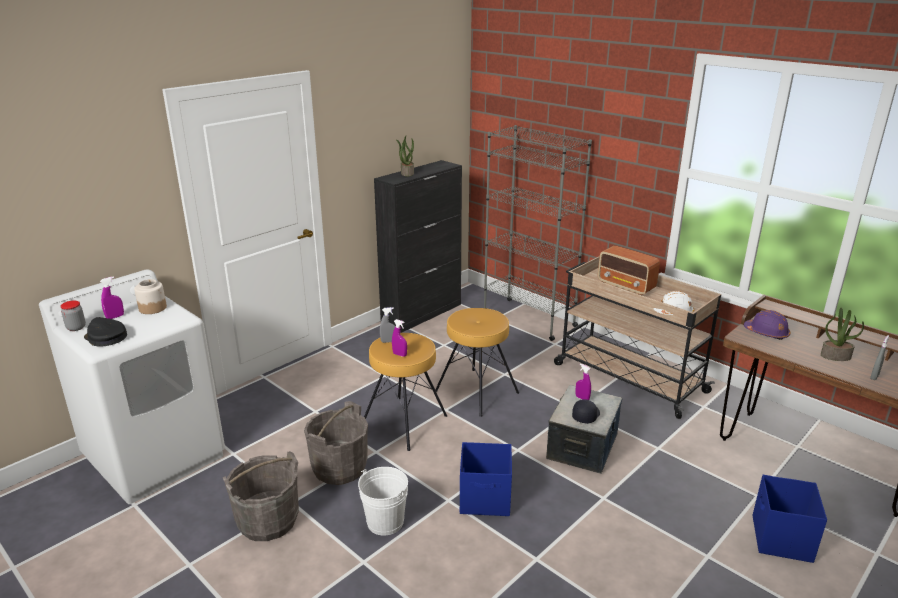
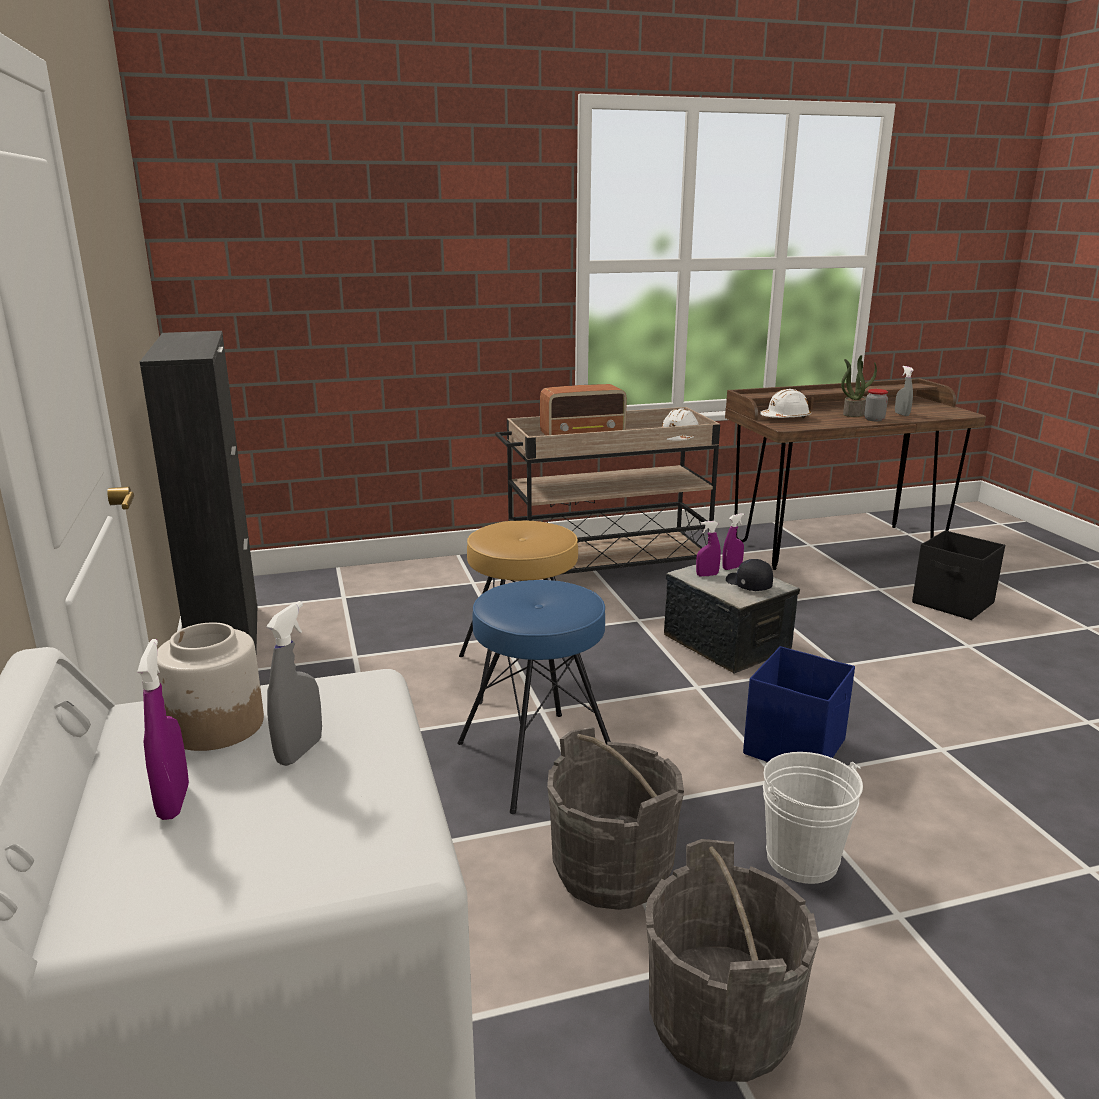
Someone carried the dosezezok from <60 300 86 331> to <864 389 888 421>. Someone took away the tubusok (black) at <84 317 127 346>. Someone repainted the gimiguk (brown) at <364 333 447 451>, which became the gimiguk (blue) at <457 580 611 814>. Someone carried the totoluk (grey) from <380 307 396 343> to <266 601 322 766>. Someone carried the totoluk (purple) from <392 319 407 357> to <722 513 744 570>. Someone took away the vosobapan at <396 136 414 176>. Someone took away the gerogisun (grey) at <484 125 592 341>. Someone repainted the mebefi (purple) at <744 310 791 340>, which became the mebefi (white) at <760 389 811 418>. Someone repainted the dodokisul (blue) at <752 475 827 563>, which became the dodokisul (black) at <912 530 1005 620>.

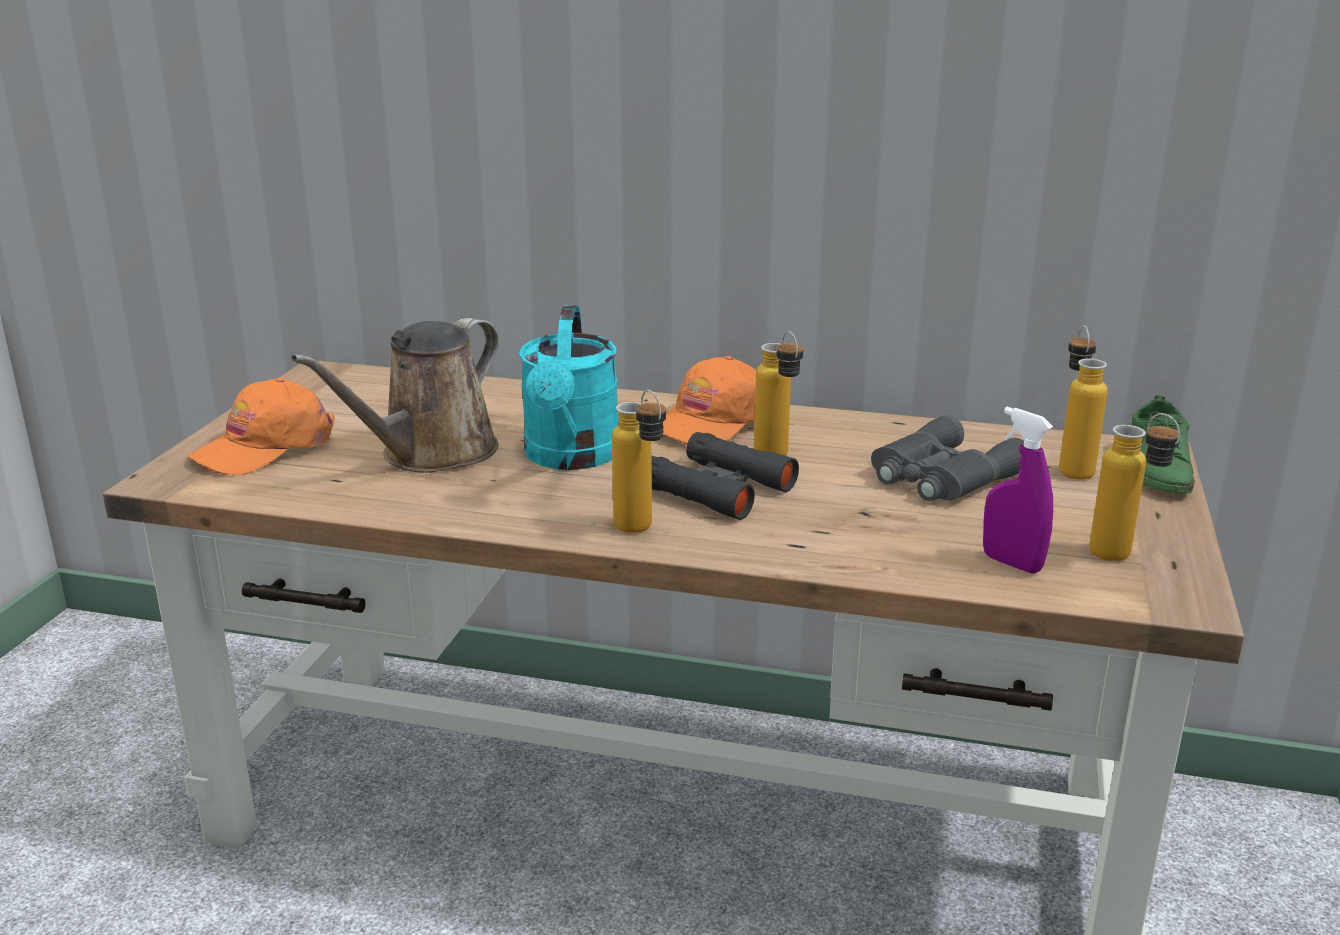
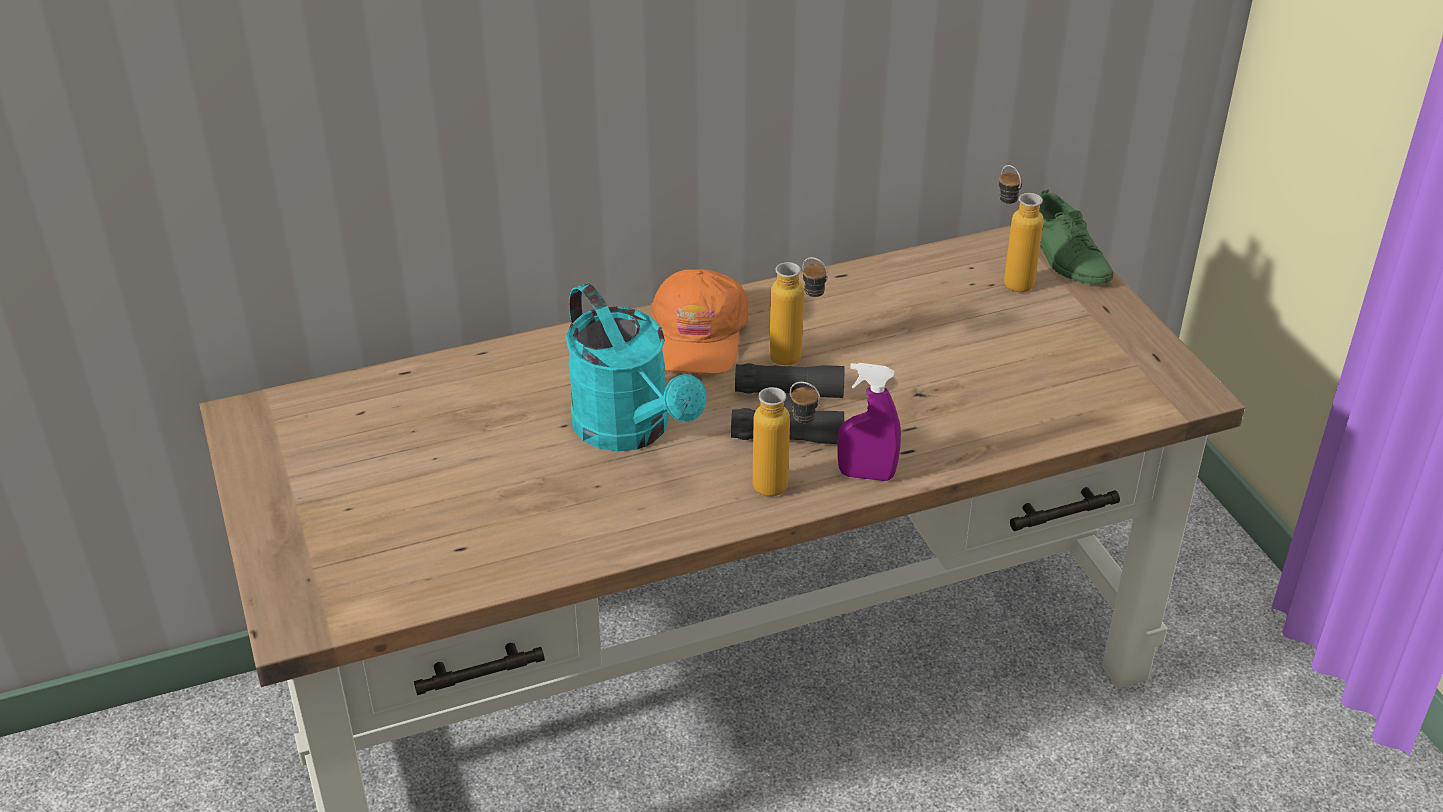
Someone took away the tubusok (orange) at <188 378 335 476>. Someone took away the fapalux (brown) at <291 318 499 473>. Someone took away the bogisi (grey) at <871 415 1024 501>. Someone carried the totoluk (purple) from <983 407 1053 574> to <837 363 901 481>. Someone took away the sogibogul at <1089 413 1180 561>.

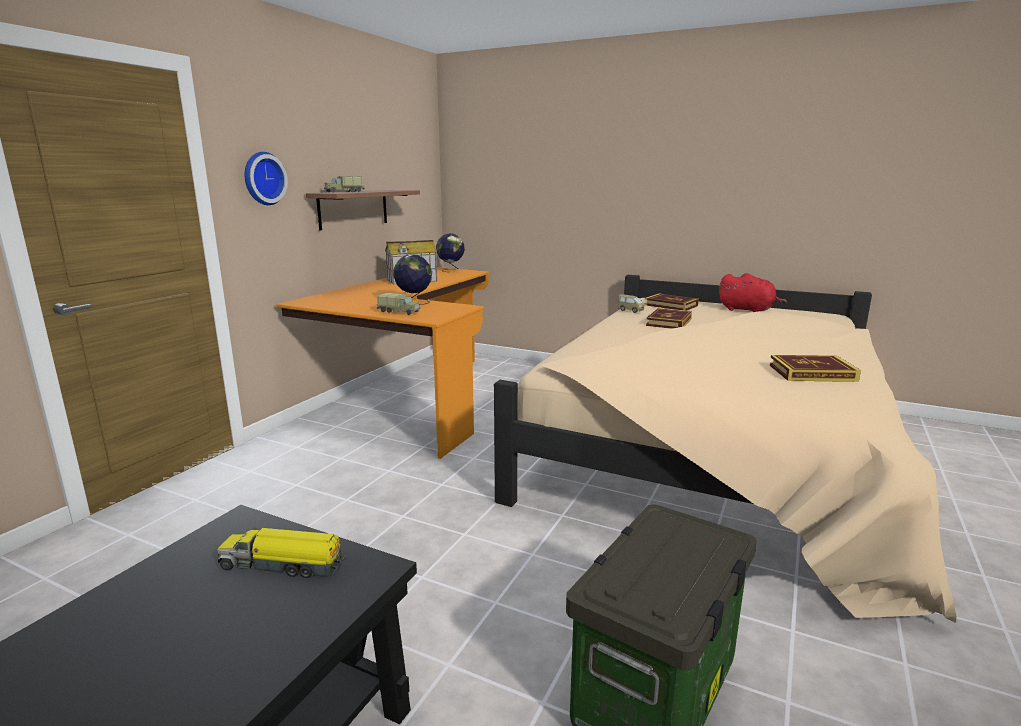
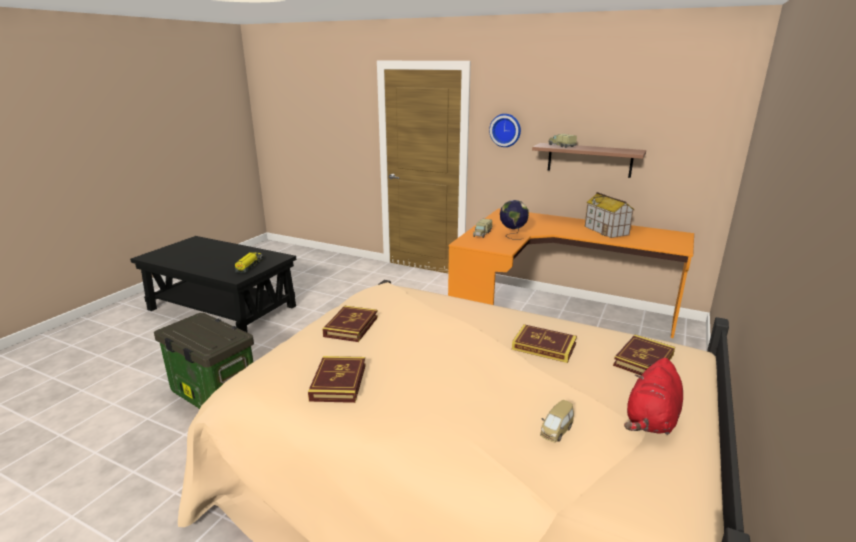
Someone took away the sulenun at <436 233 465 272>. Someone carried the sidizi from <618 294 644 313> to <540 400 574 443>. Someone put down the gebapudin at <322 306 378 342>.

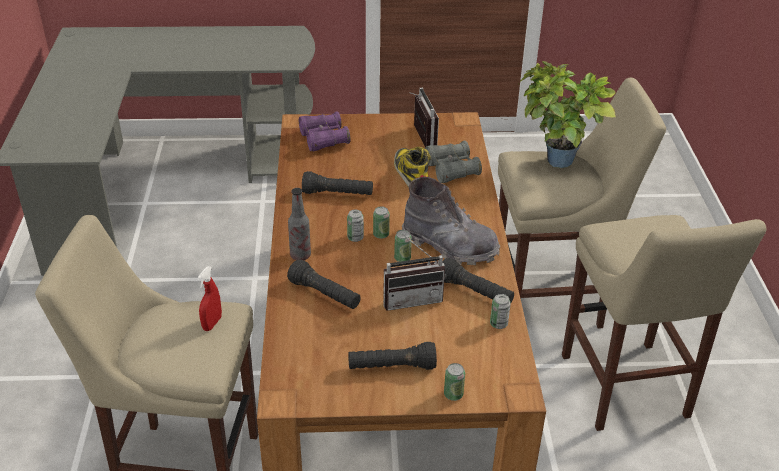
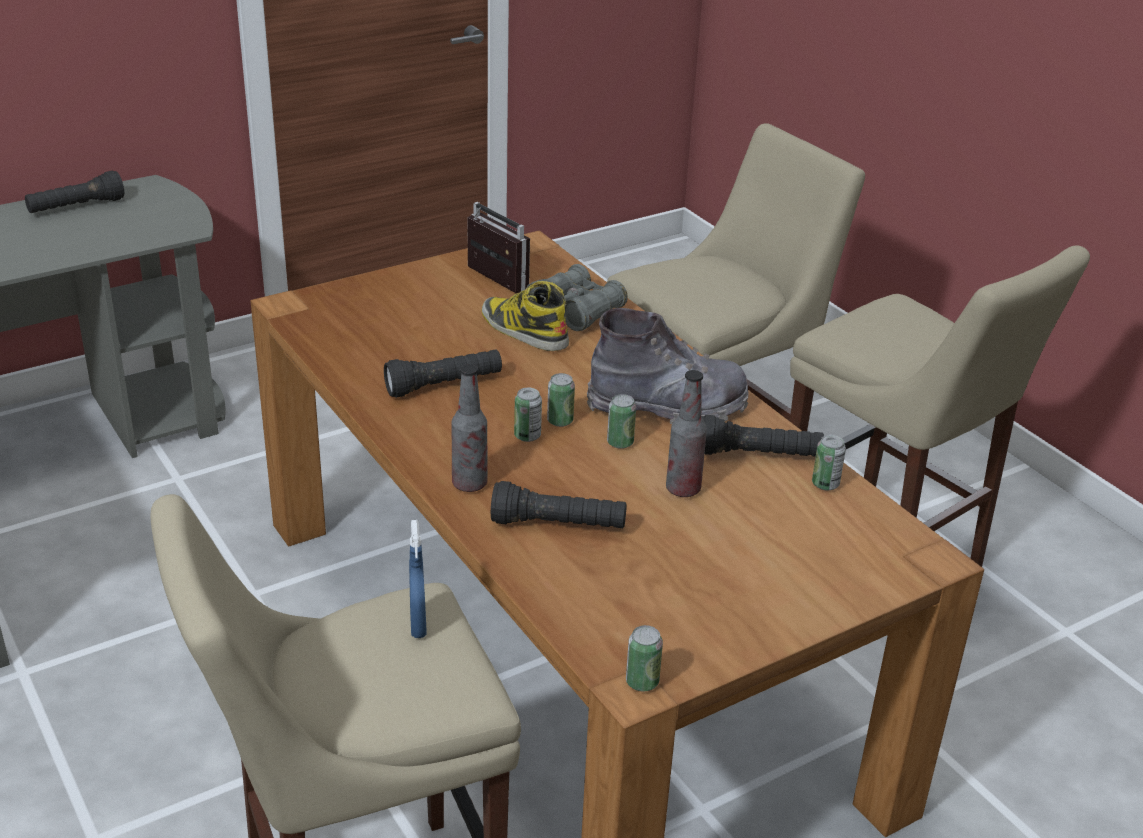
Someone repainted the totoluk (red) at <197 266 222 331>, which became the totoluk (blue) at <409 520 427 638>. Someone took away the bogisi (purple) at <299 111 351 152>. Someone carried the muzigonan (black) from <348 342 437 370> to <25 171 124 213>. Someone swapped the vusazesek at <383 235 446 311> for the sogibogul at <666 370 707 497>. Someone carried the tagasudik from <444 363 465 401> to <626 625 663 691>. Someone took away the vosobapan at <518 61 616 168>.

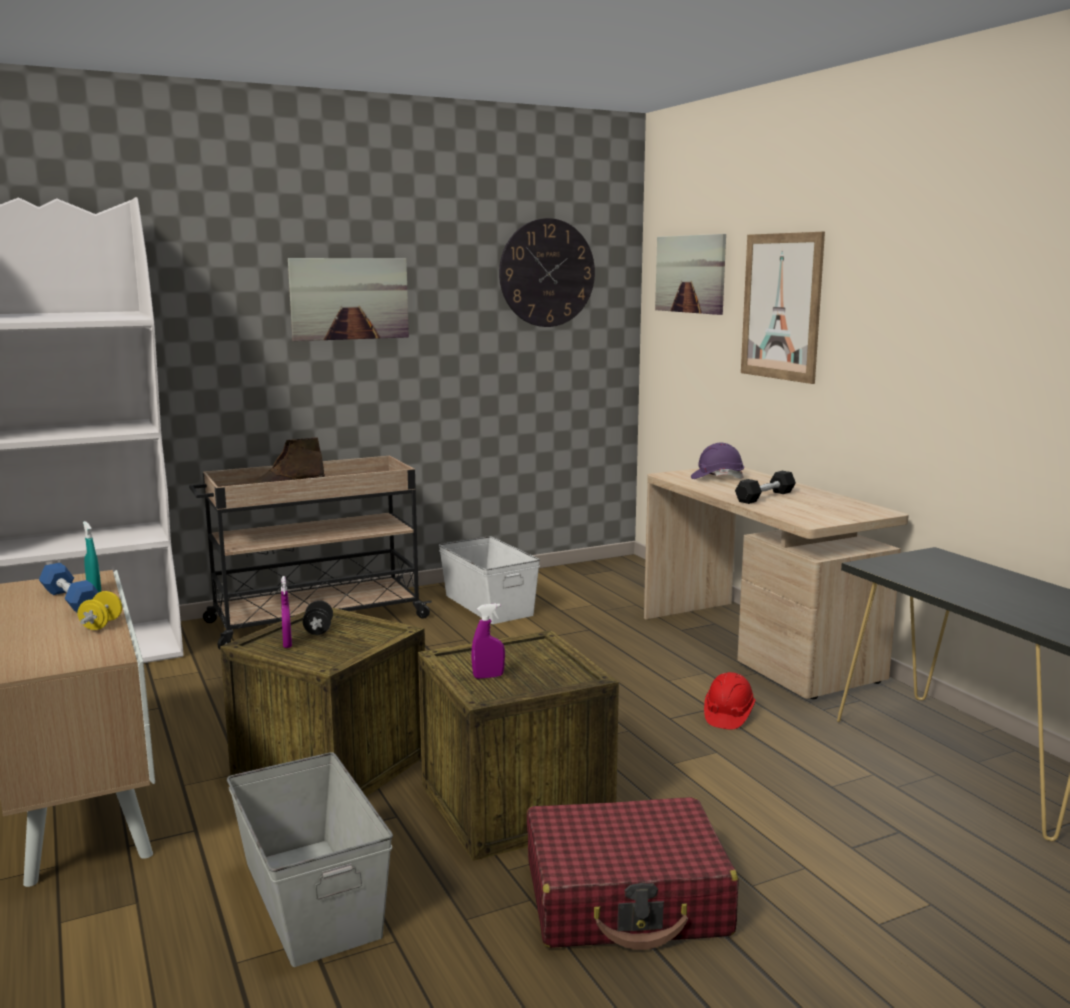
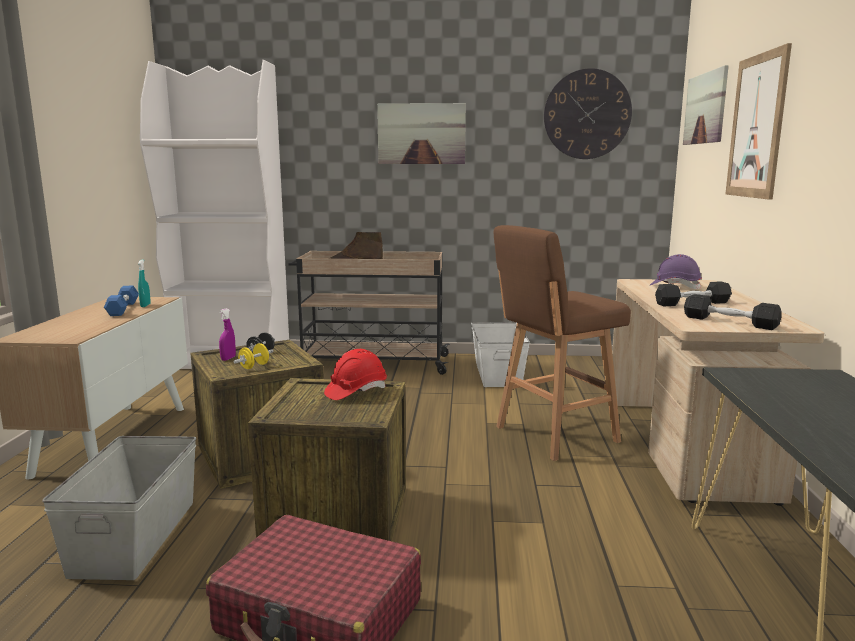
Someone carried the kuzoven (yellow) from <78 591 122 630> to <234 343 273 369>. Someone took away the totoluk (purple) at <471 603 505 679>. Someone carried the mebefi (red) from <704 672 756 730> to <324 349 387 400>. Someone put down the gimiguk (brown) at <494 225 631 461>. Someone put down the kuzoven (black) at <684 294 782 330>.

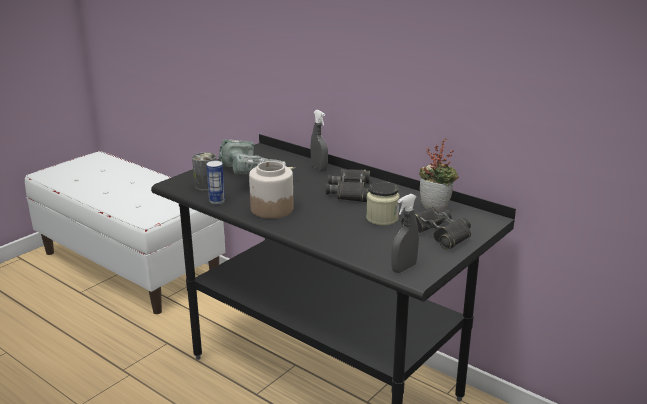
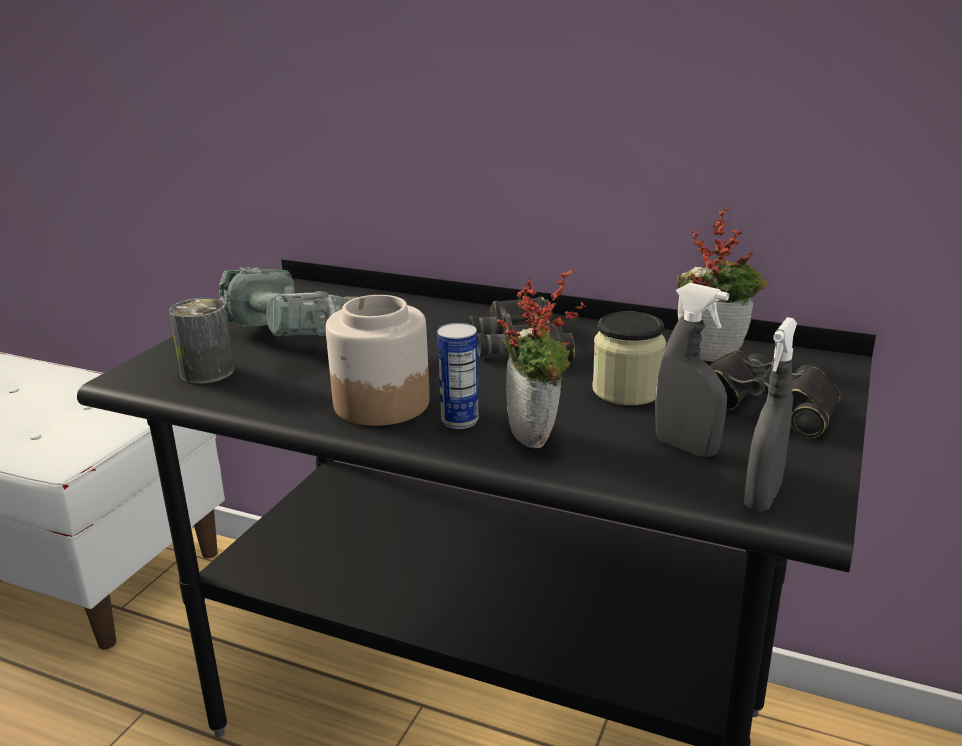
Someone carried the tagasudik from <206 161 225 204> to <437 323 479 429>. Someone carried the totoluk (grey) from <311 110 328 171> to <655 283 729 457>. Someone put down the vosobapan at <497 269 586 449>.

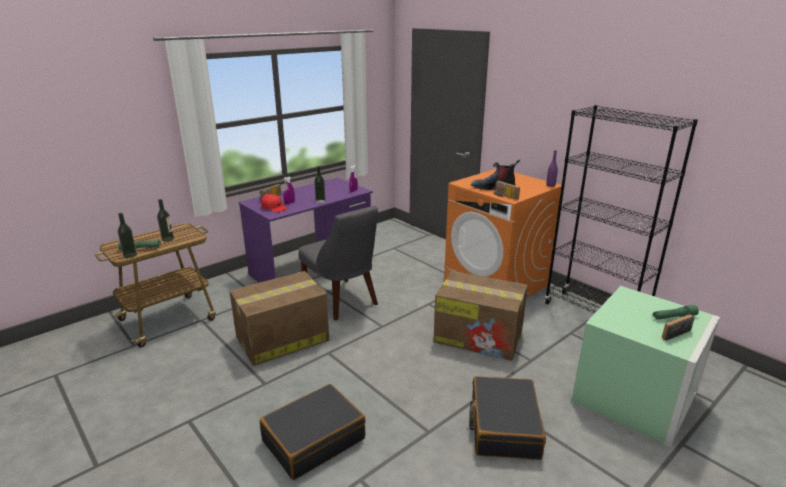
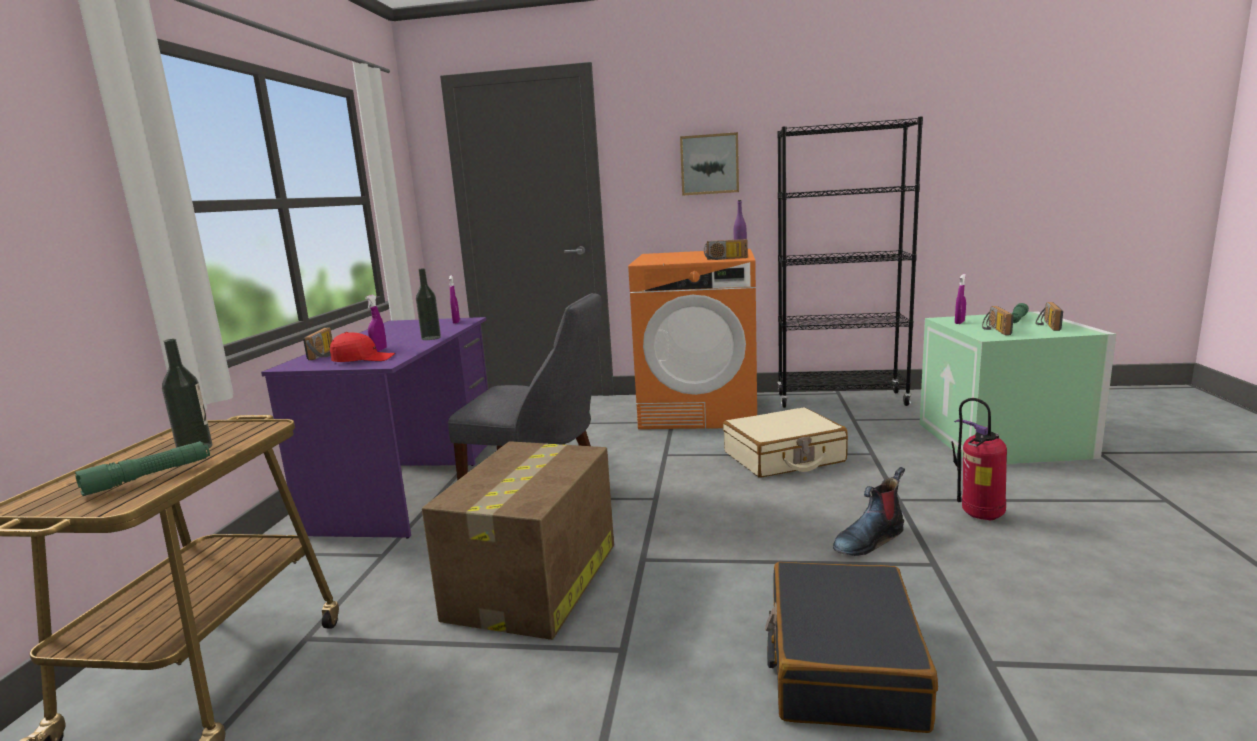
Someone took away the sogibogul at <118 213 137 258>. Someone swapped the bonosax at <433 271 528 361> for the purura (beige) at <723 407 848 478>. Someone swapped the purura (black) at <469 376 546 460> for the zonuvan at <952 398 1007 520>. Someone carried the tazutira from <471 160 520 190> to <833 467 905 556>. Someone put up the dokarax at <680 132 739 196>. Someone put down the totoluk (purple) at <955 274 966 324>. Someone put down the vusazesek at <982 306 1014 335>.

